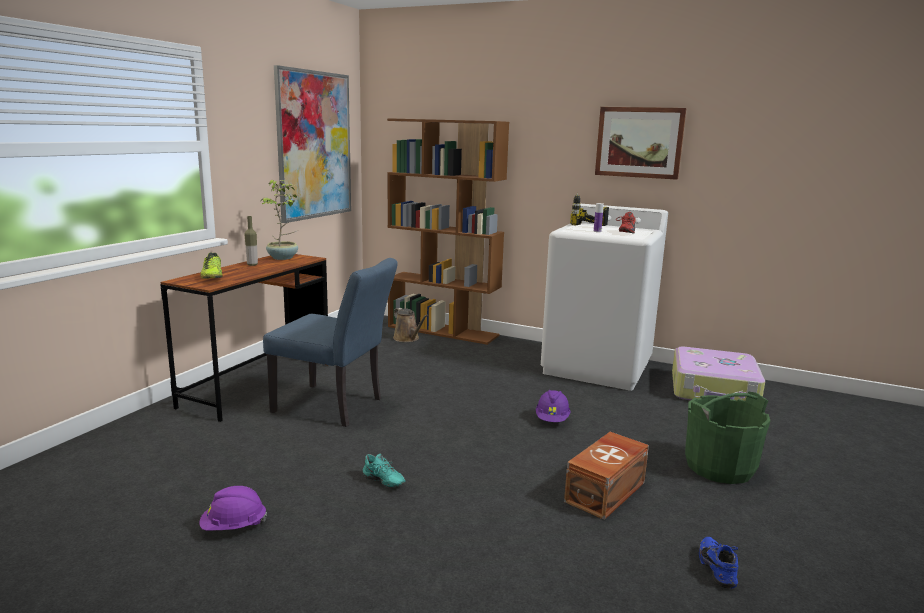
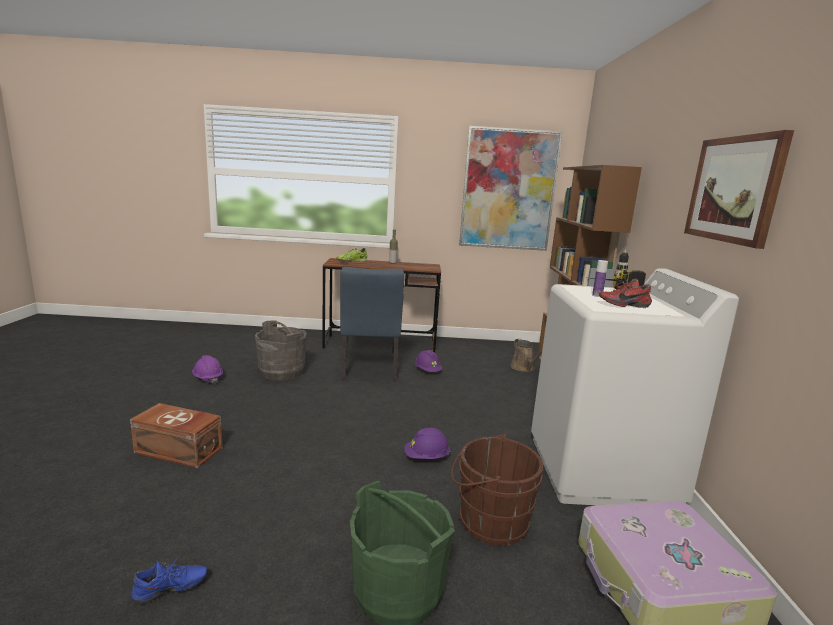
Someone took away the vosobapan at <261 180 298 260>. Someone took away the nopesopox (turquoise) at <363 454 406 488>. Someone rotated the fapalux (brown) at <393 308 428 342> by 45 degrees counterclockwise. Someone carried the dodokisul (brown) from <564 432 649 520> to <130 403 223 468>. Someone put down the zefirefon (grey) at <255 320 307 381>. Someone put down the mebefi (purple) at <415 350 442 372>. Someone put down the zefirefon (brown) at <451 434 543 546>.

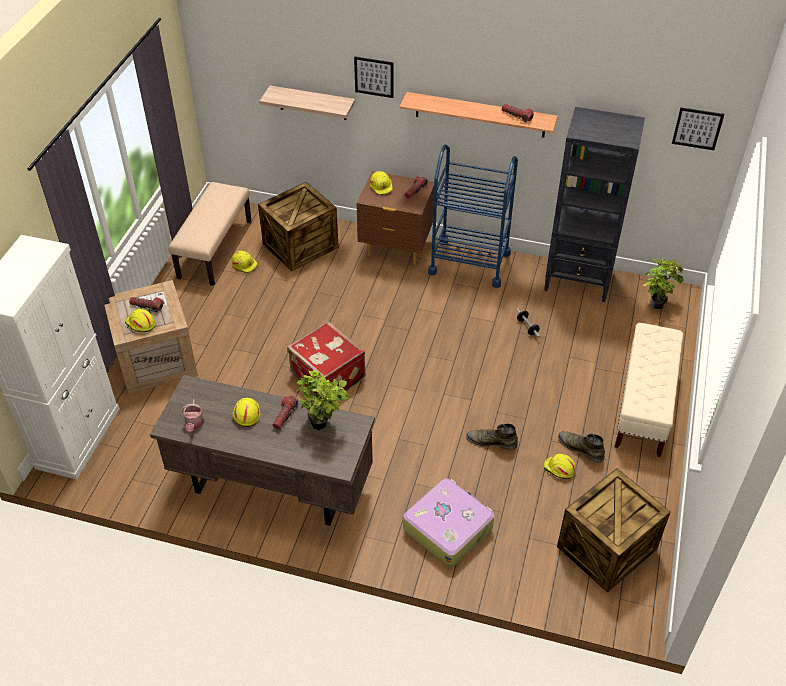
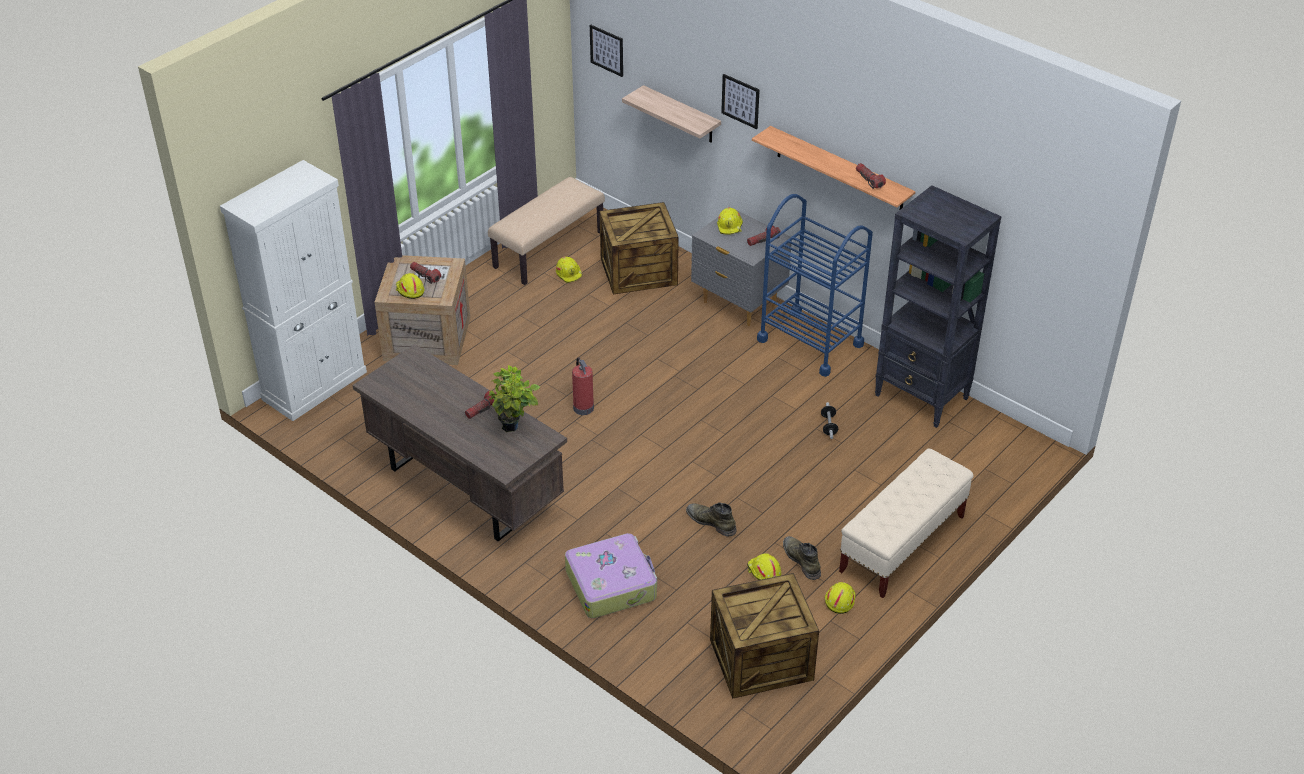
Someone took away the fapalux at <182 399 204 432>. Someone carried the mebefi (yellow) from <233 398 261 427> to <825 582 855 614>. Someone swapped the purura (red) at <287 321 366 394> for the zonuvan at <572 357 594 415>. Someone repainted the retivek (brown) at <356 171 434 265>, which became the retivek (grey) at <691 211 791 326>. Someone took away the vosobapan at <642 259 684 309>. Someone carried the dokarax from <672 107 724 150> to <590 25 623 77>.

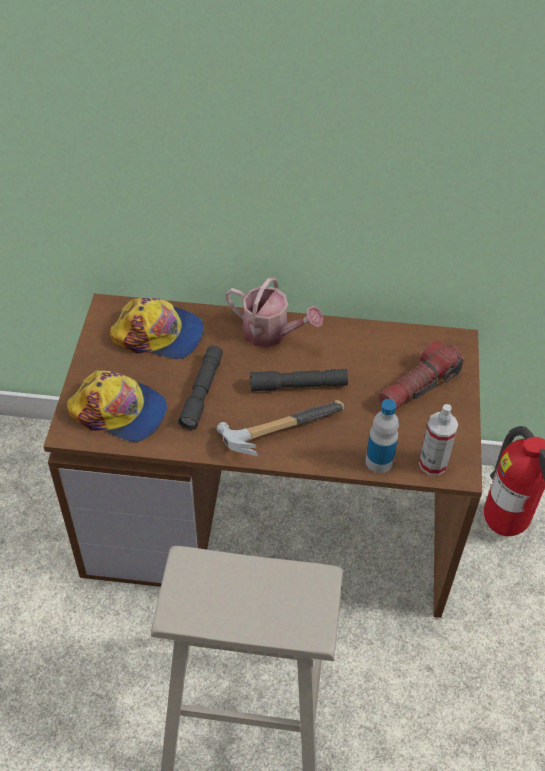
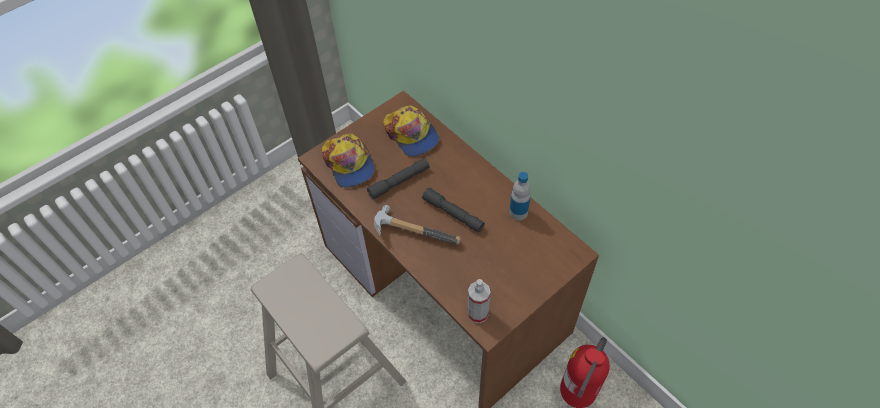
Someone took away the fapalux at <225 278 323 347>. Someone carried the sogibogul from <365 399 399 473> to <509 172 531 220>. Someone took away the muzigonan at <379 340 464 409>.

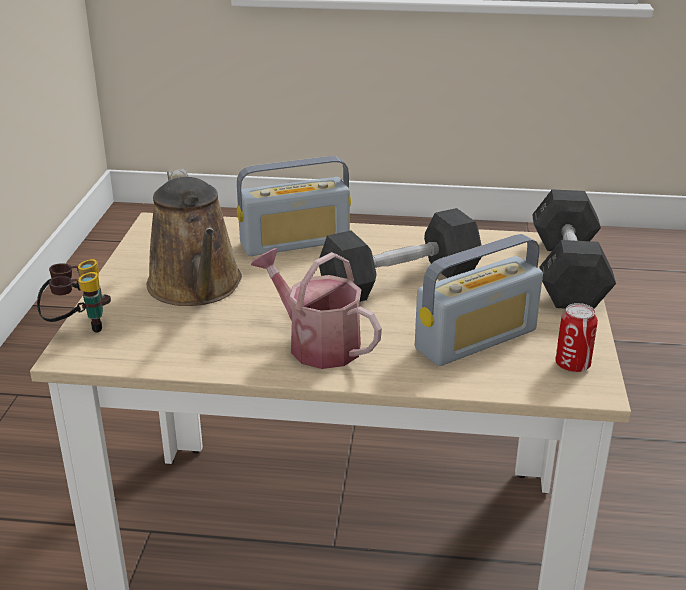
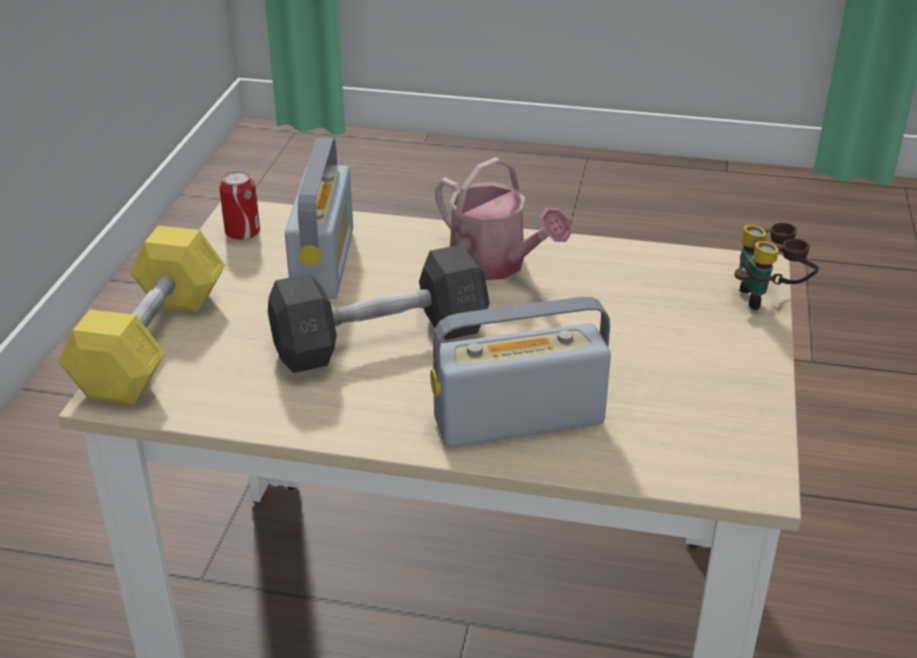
Someone took away the fapalux (brown) at <146 169 242 306>. Someone rotated the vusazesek at <415 234 543 366> by 120 degrees clockwise. Someone repainted the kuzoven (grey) at <532 189 616 309>, which became the kuzoven (yellow) at <58 226 225 405>.

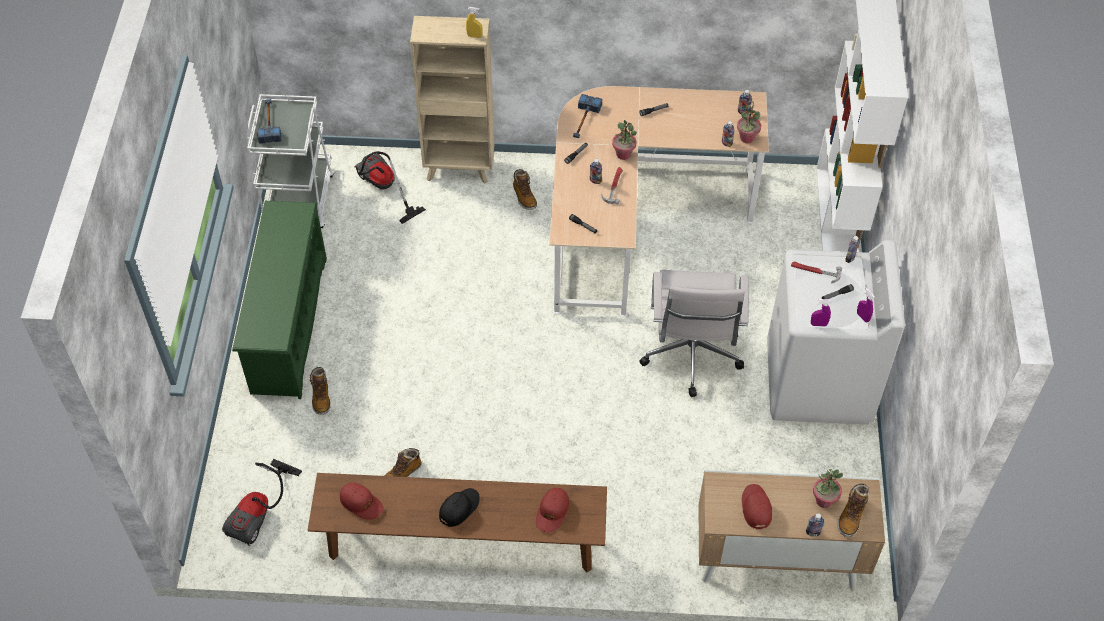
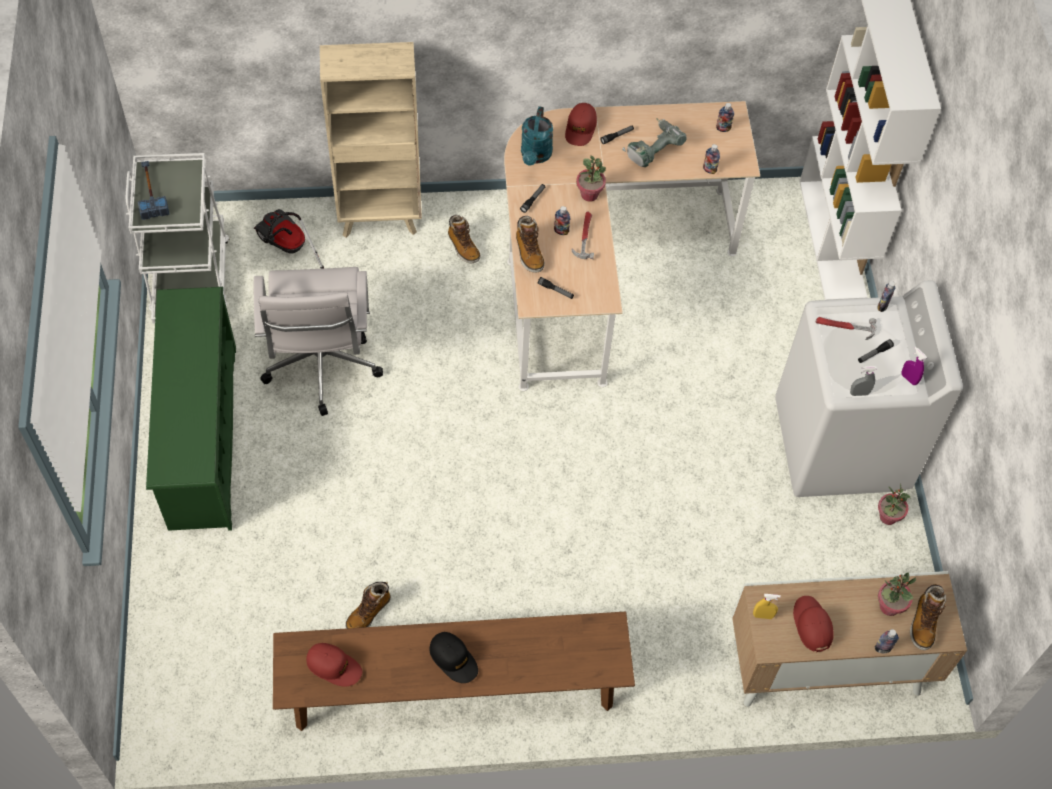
Someone took away the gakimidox at <222 459 302 546>. Someone carried the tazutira from <310 367 331 415> to <516 216 545 273>. Someone rotated the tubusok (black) at <439 488 480 527> by 105 degrees clockwise. Someone carried the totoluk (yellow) from <466 7 483 38> to <753 594 781 619>. Someone carried the tubusok (red) from <536 488 569 532> to <565 103 597 146>. Someone swapped the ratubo at <573 94 602 138> for the fapalux (turquoise) at <521 106 553 166>. Someone carried the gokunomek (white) from <639 270 749 397> to <254 267 383 416>. Someone carried the vosobapan from <737 102 761 143> to <878 483 910 525>. Someone repainted the totoluk (purple) at <811 299 831 327>, which became the totoluk (grey) at <850 366 877 396>. Someone put down the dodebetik at <622 118 687 167>.

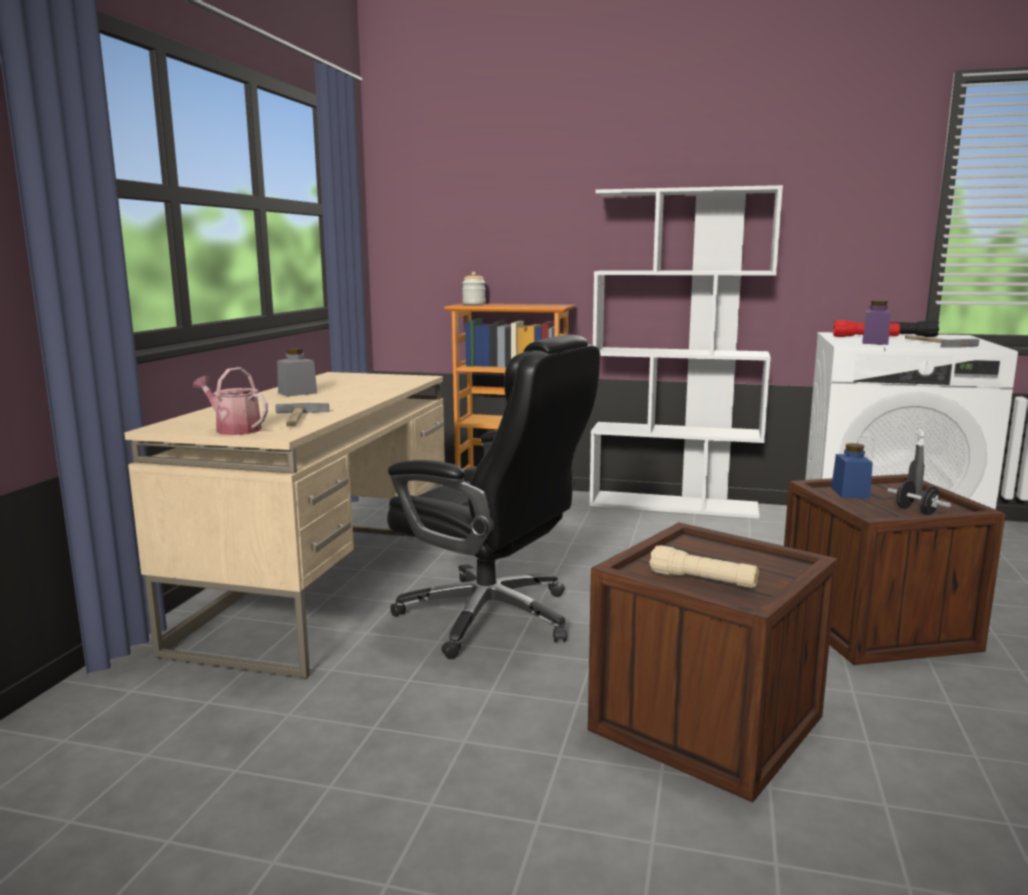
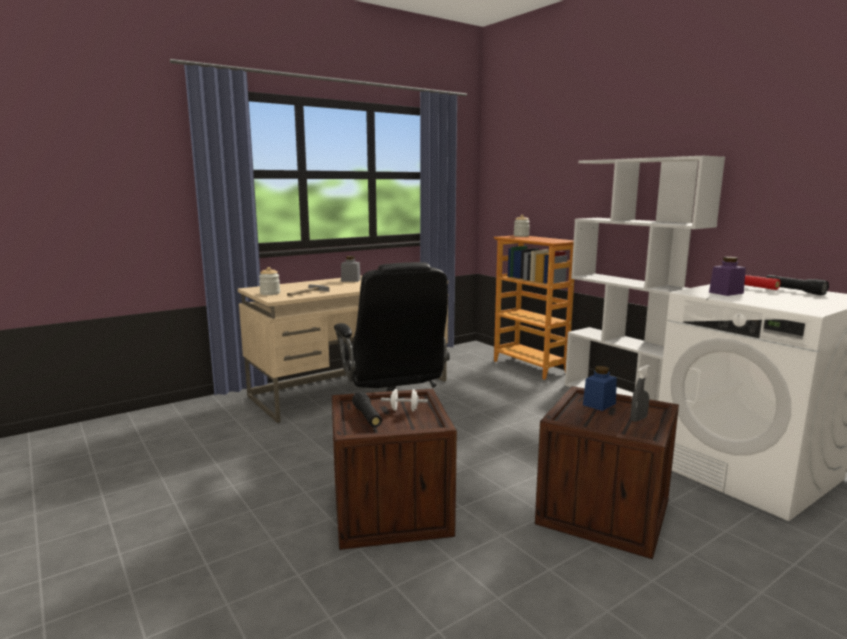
Someone swapped the fapalux at <193 367 268 435> for the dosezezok at <259 267 280 295>. Someone repainted the muzigonan (beige) at <649 545 758 588>, which became the muzigonan (black) at <352 392 382 427>. Someone took away the kuzoven (black) at <888 480 951 515>. Someone took away the ratubo at <905 335 979 348>. Someone put down the kuzoven (white) at <381 389 428 411>.

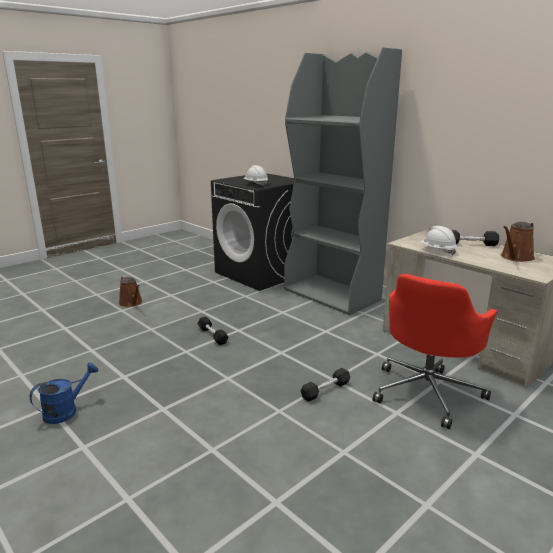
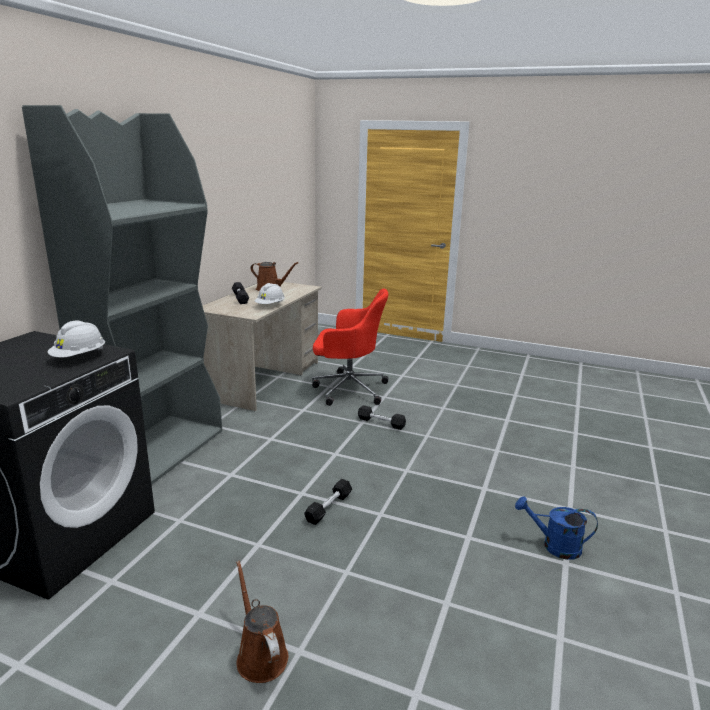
Someone rotated the fapalux (brown) at <119 276 142 307> by 60 degrees counterclockwise.

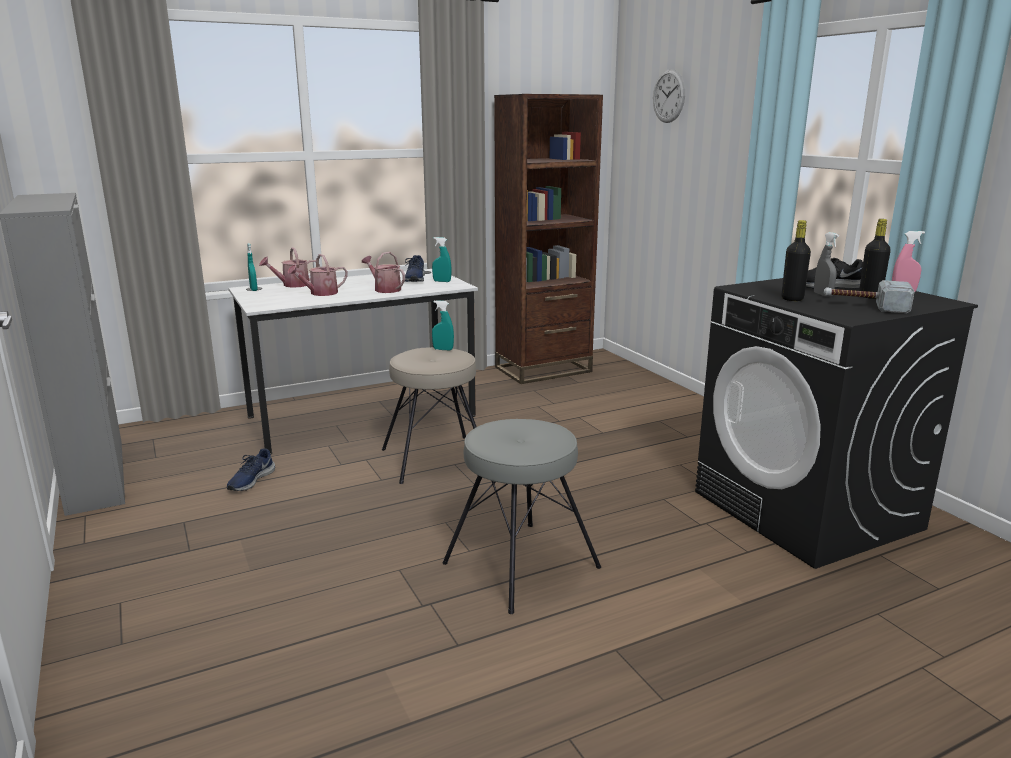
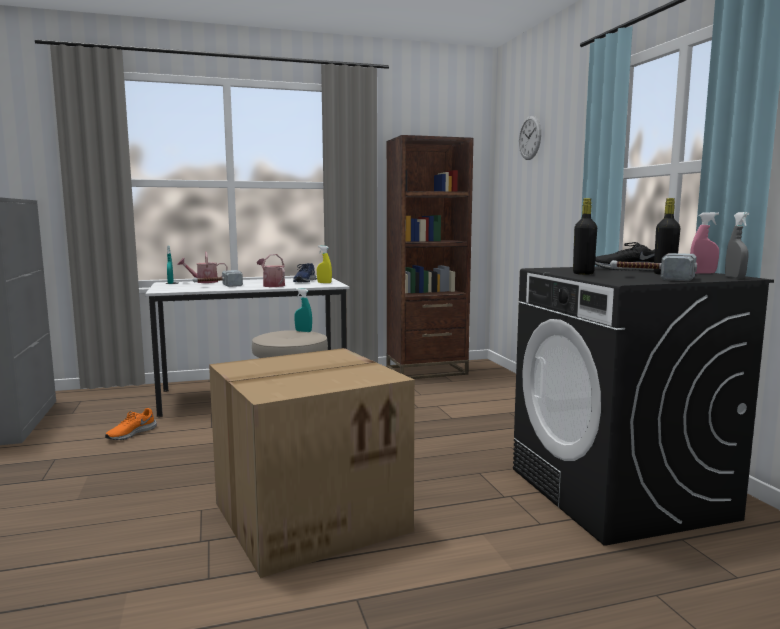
Someone repainted the nopesopox (blue) at <227 448 275 491>, which became the nopesopox (orange) at <105 408 157 440>. Someone swapped the fapalux at <287 254 347 296> for the ratubo at <193 270 243 287>. Someone repainted the totoluk (turquoise) at <432 237 451 282>, which became the totoluk (yellow) at <317 246 332 283>. Someone swapped the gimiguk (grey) at <443 419 601 614> for the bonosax at <209 348 415 578>. Someone carried the totoluk (grey) from <814 232 839 297> to <725 212 749 279>.

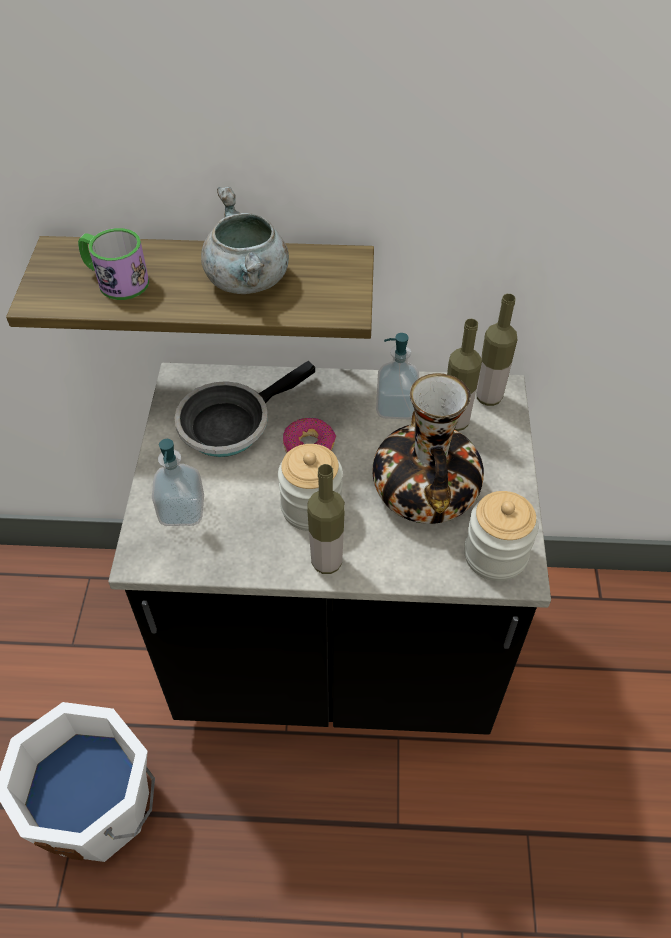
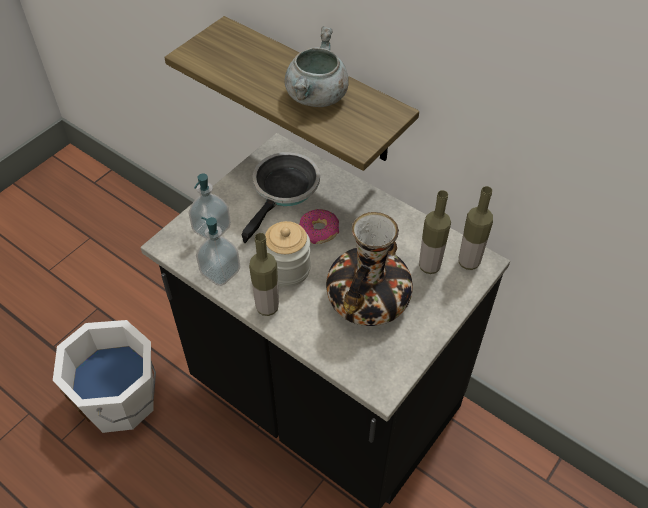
Someone took away the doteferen at <78 228 149 300>. Someone rotated the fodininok at <175 361 315 457> by 120 degrees clockwise. Someone carried the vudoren from <376 333 419 419> to <196 217 240 286>. Someone took away the dosezezok at <464 491 539 581>.

